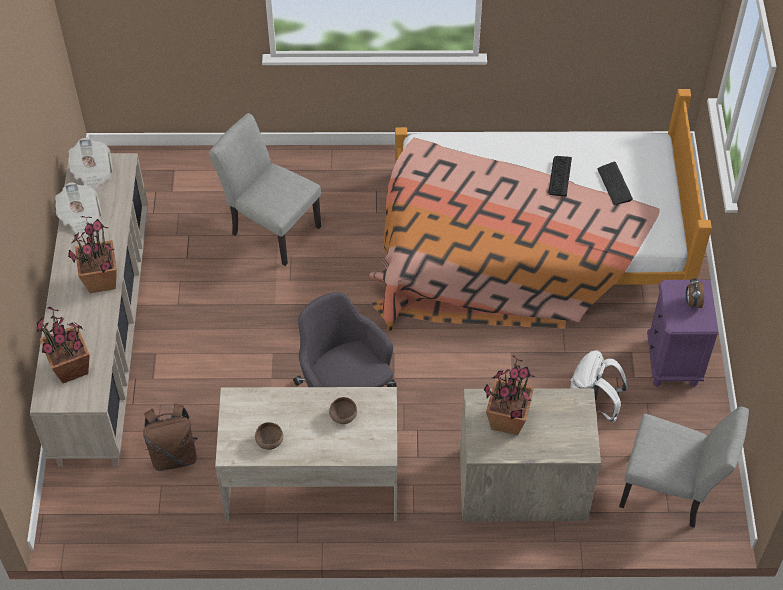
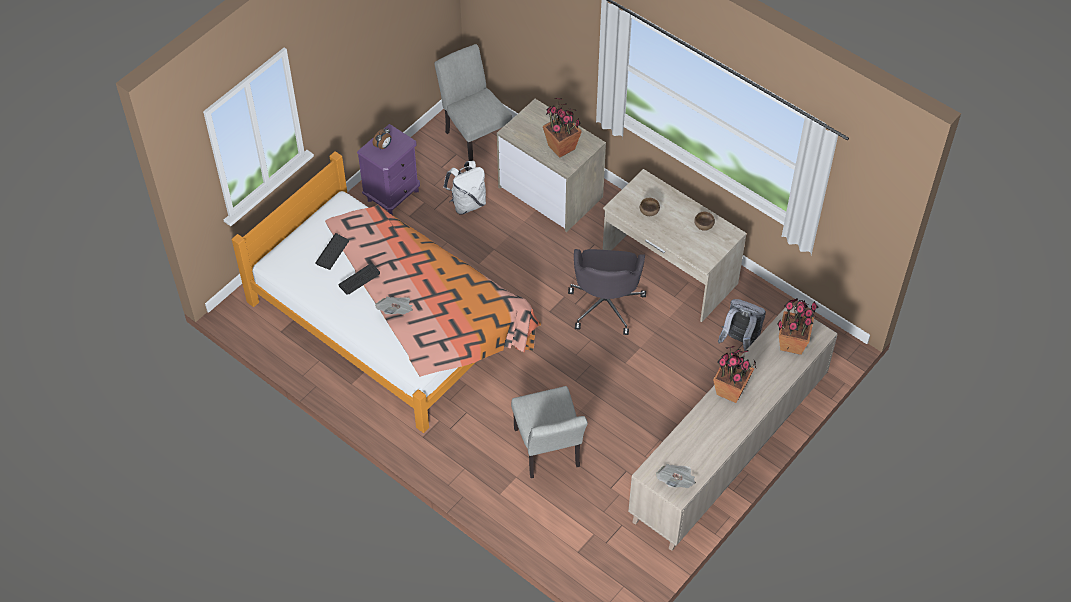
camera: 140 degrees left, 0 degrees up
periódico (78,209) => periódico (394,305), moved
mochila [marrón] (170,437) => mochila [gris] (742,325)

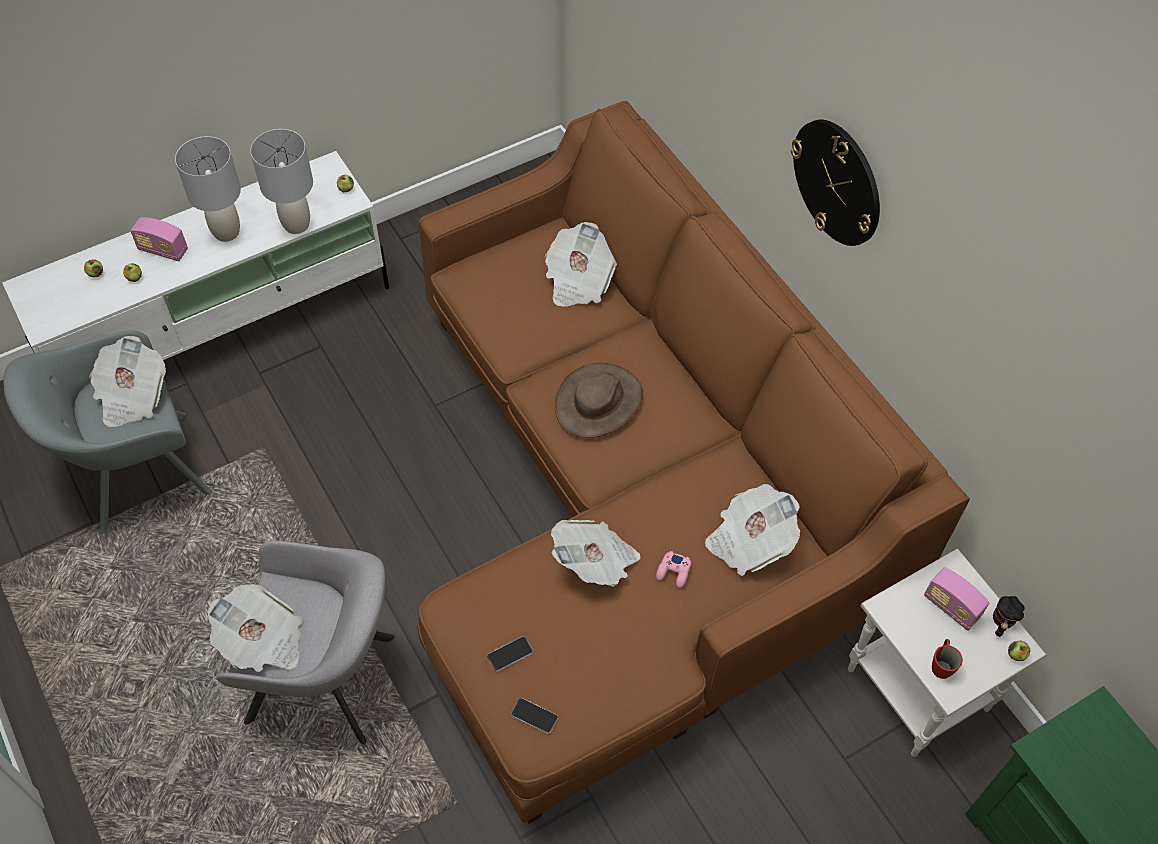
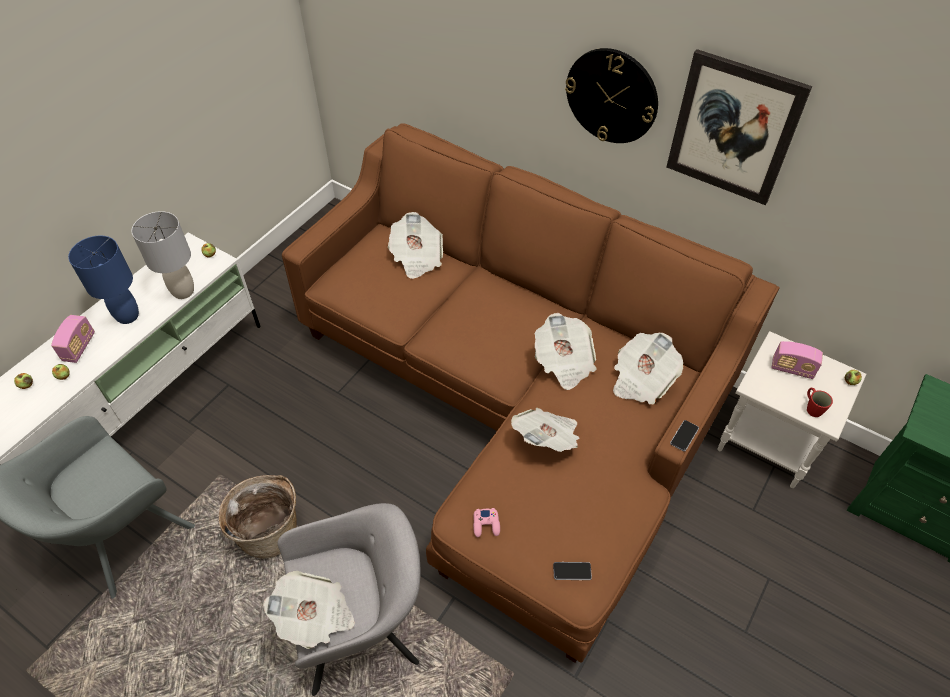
camera: 25 degrees left, 5 degrees down
radio (159,239) => radio (73,339), 75 degrees counterclockwise
lámpara de mesa [gris] (208,189) => lámpara de mesa [azul] (103,280)
nothing => cesta (258,517)
mando de consola [rosa] (673,569) => mando de consola [rosa] (486,522), moved
periódico (128,381) => periódico (566,351), moved
nothing => cuadro (739,127)
móvil (510,654) => móvil (684,436), moved
sombrero [marrón] (599,400) => nothing
taza grande (1009,616) => nothing

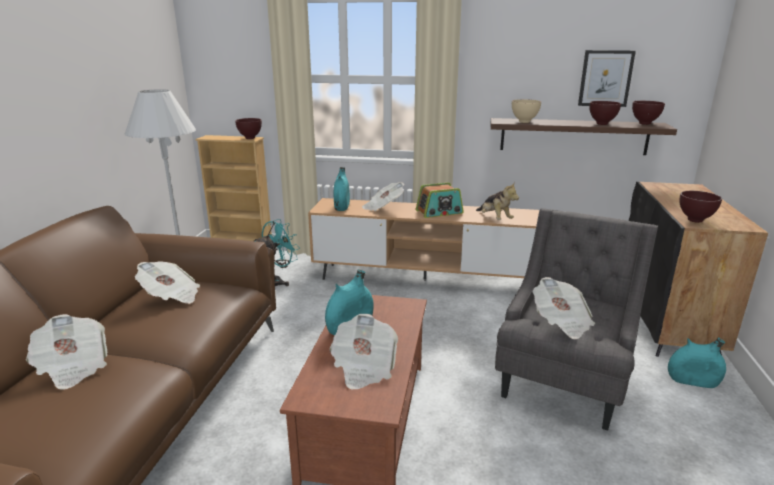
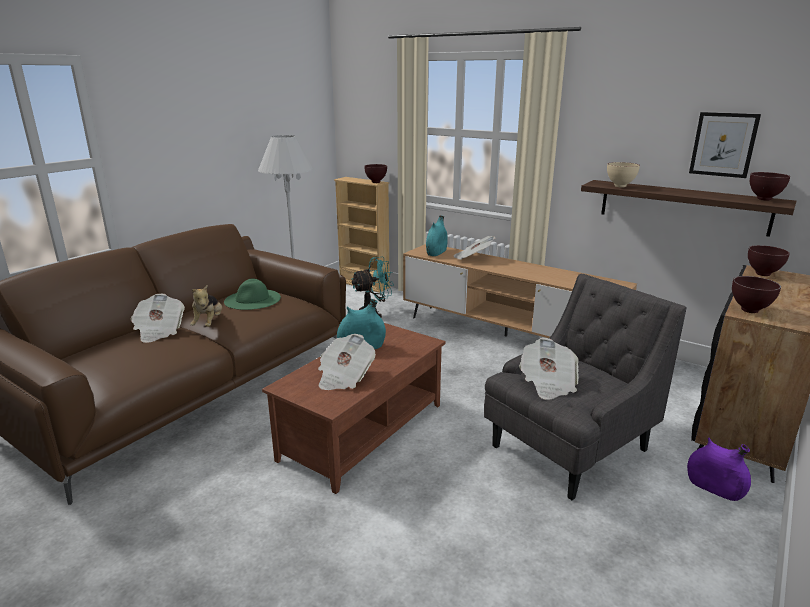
camera: 25 degrees right, 0 degrees up
peluche (497,201) => peluche (206,306), moved
periódico (167,282) => sombrero [verde] (252,294)
florero [turquesa] (697,363) => florero [morado] (719,469)
cuenco [marrón] (605,113) => cuenco [marrón] (769,260), moved
radio (440,200) => nothing

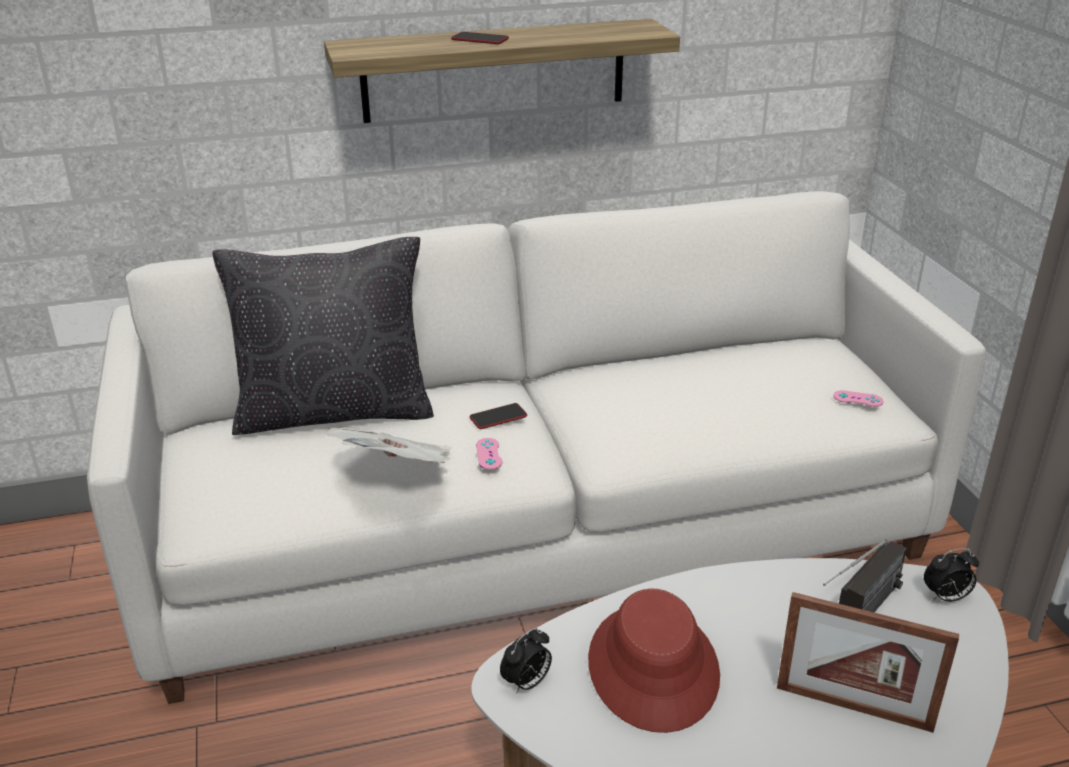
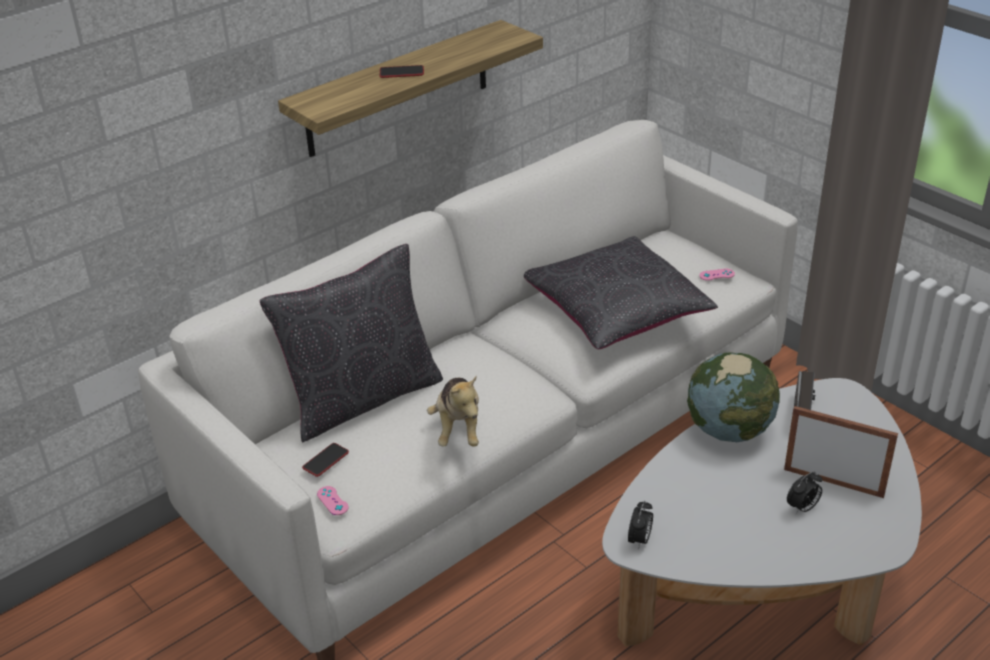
camera: 25 degrees left, 5 degrees up
móvil (498,416) => móvil (325,460), moved
mando de consola [rosa] (489,454) => mando de consola [rosa] (333,500), moved
periódico (389,445) => peluche (453,411)
nothing => cojín [negro] (621,292)
nothing => globo terráqueo (733,397)
portarretratos (868,662) => portarretratos (841,452), 150 degrees counterclockwise
despertador (951,575) => despertador (804,492), moved
sombrero [rojo] (654,661) => nothing

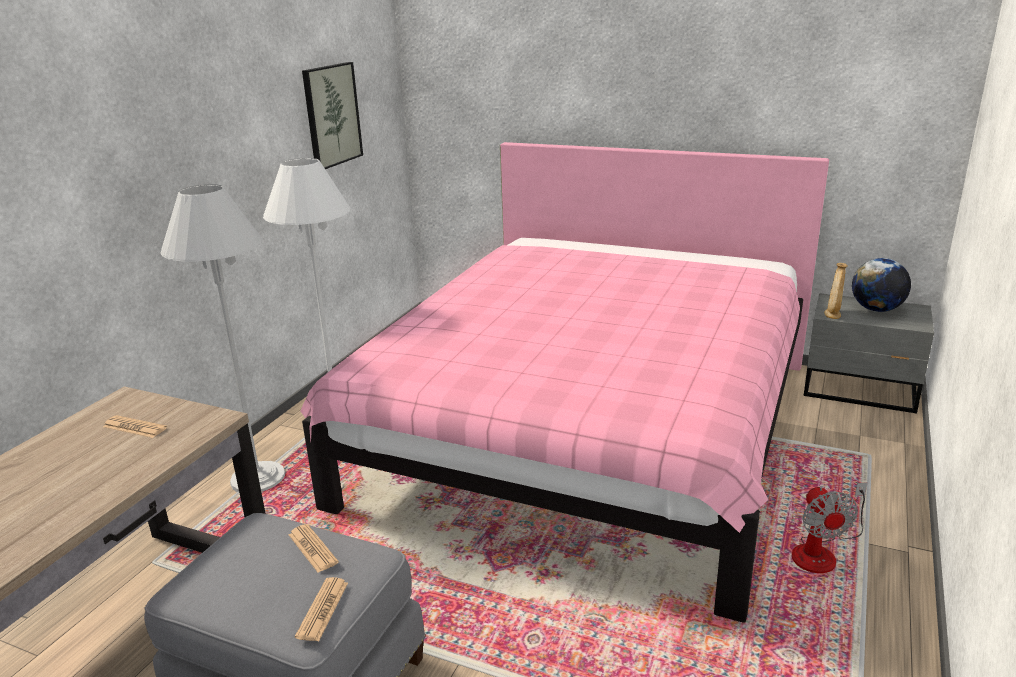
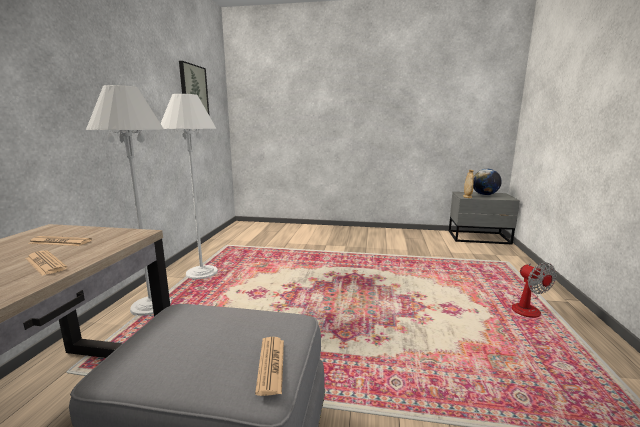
camera: 15 degrees left, 10 degrees down
periódico (314,548) => periódico (46,263), moved
cama [rosa] (564,382) => nothing

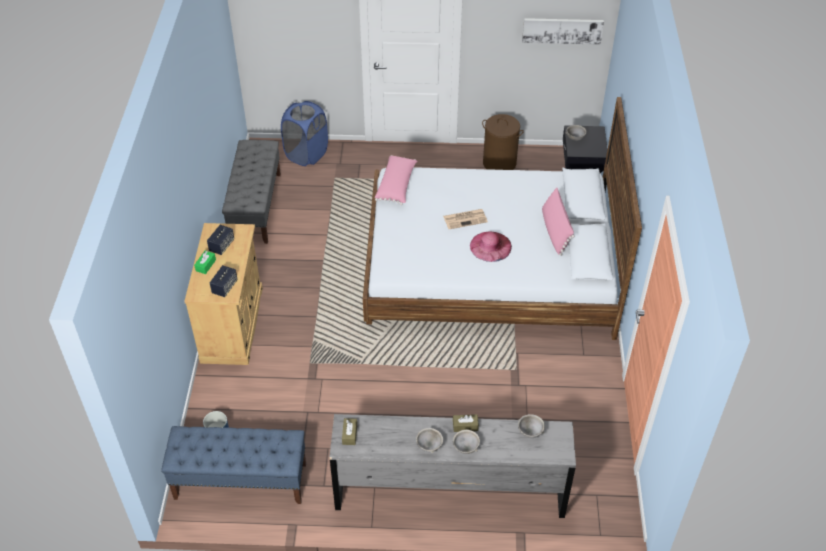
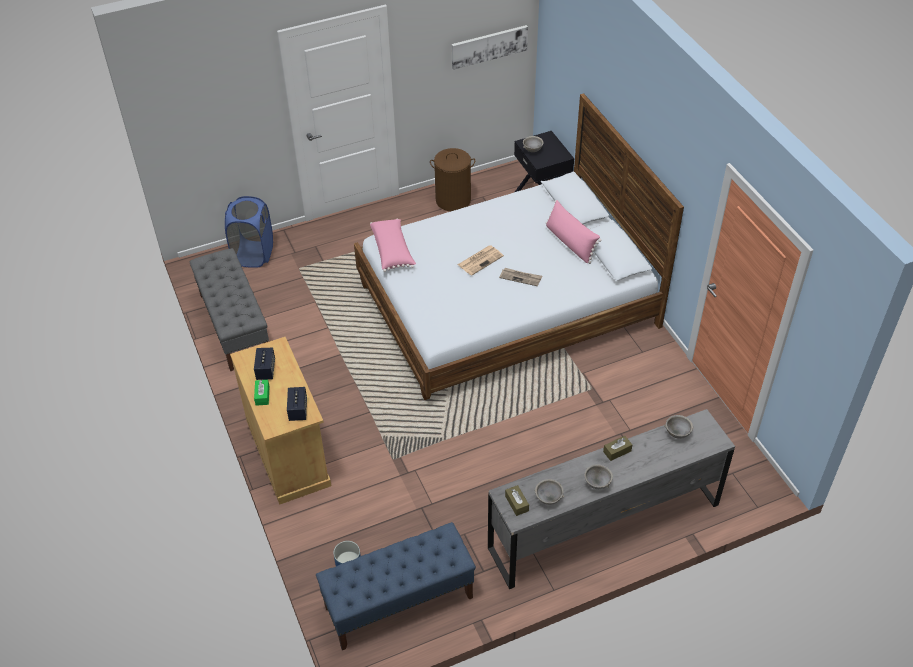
camera: 25 degrees left, 0 degrees up
sombrero [rosa] (491,246) => periódico (520,277)
cuenco [gris] (466,442) => cuenco [gris] (549,492), moved

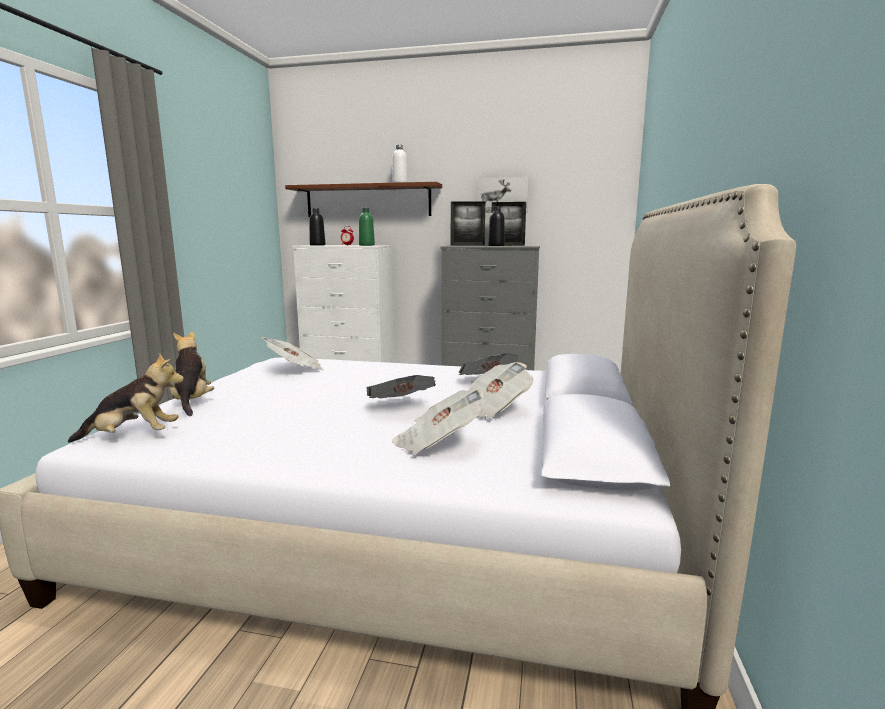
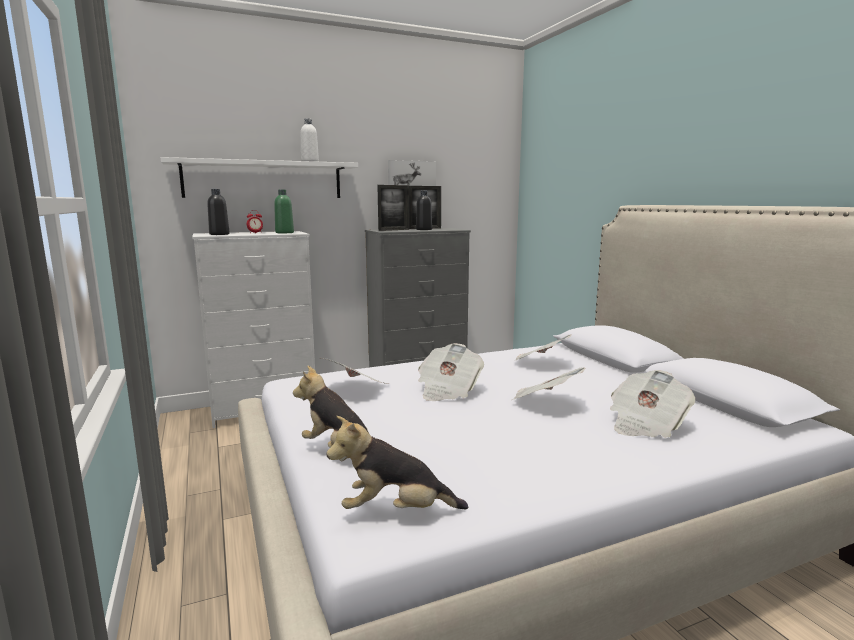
camera: 35 degrees left, 0 degrees up
estante [marrón] (363,199) => estante [blanco] (259,177)
peluche (126,398) => peluche (397,462), 135 degrees counterclockwise
periódico (500,390) => periódico (451,372), moved

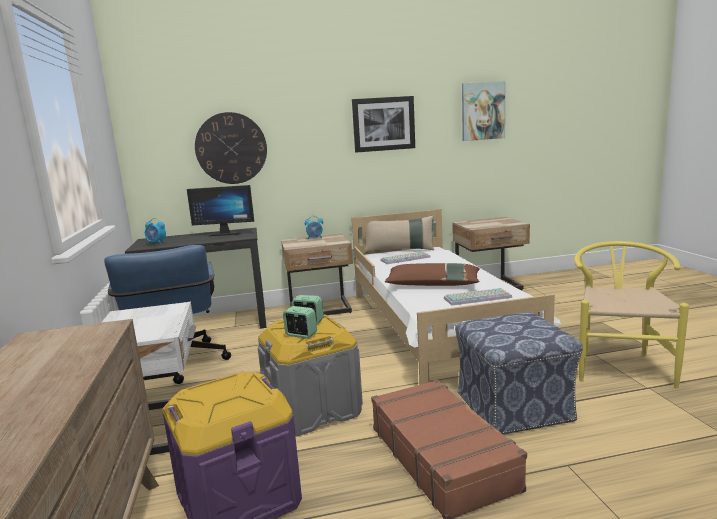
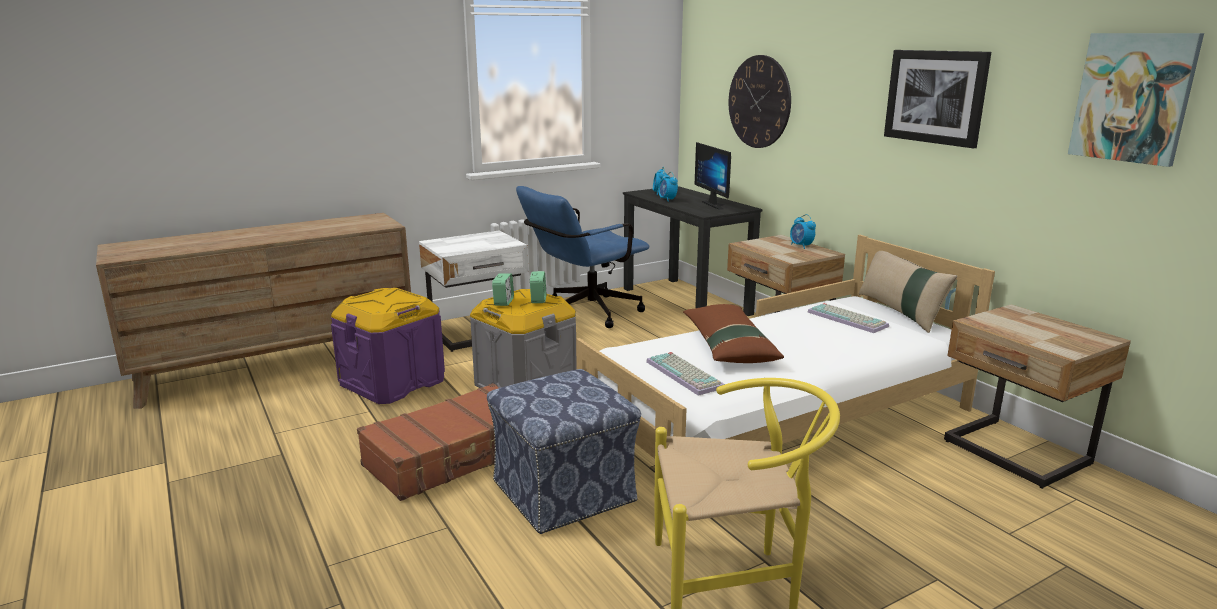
camera: 70 degrees right, 5 degrees up
nothing => despertador (668,187)

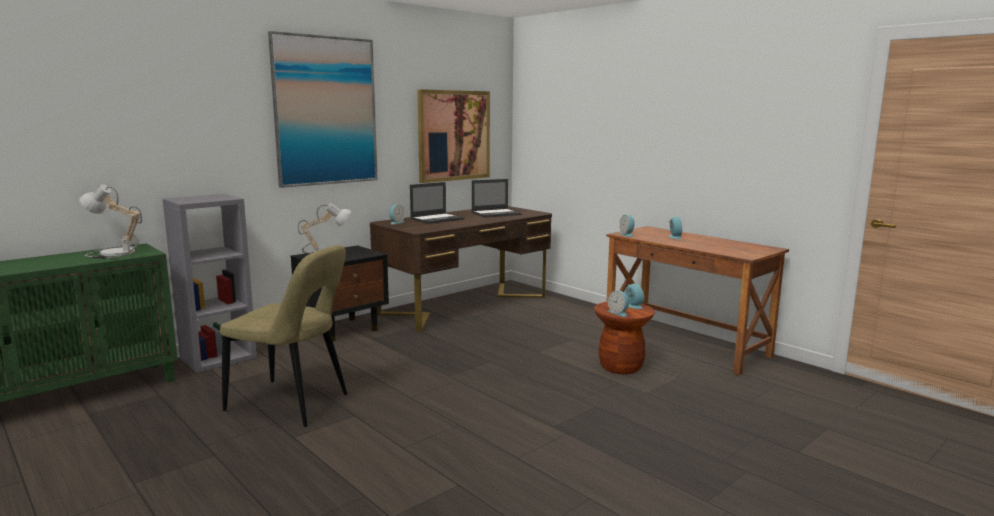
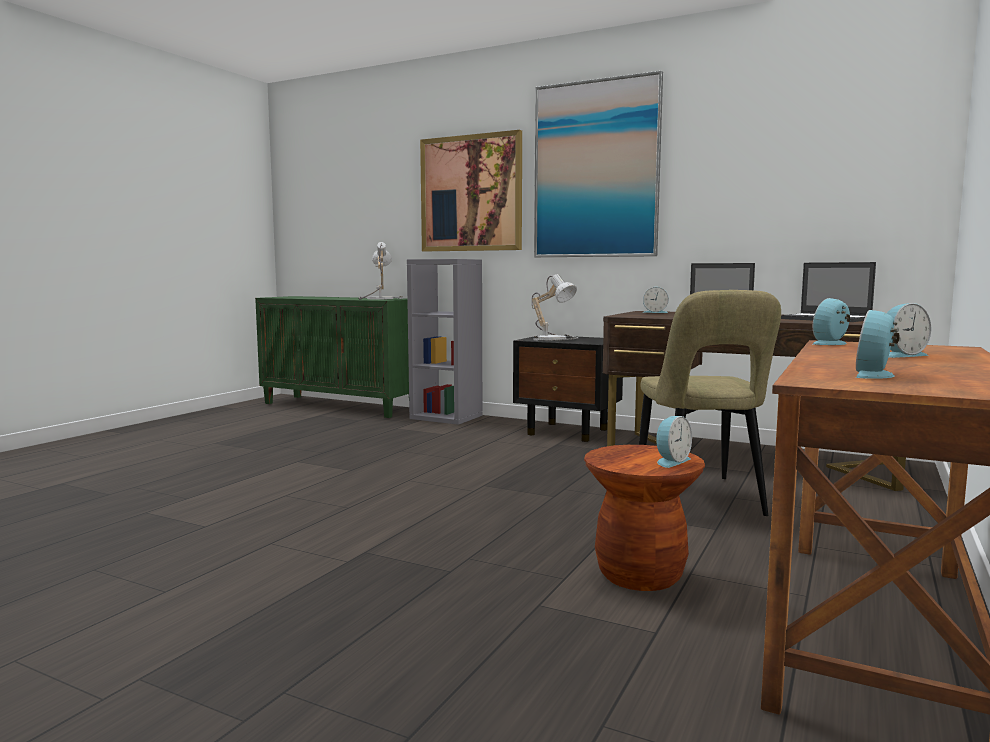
camera: 70 degrees right, 5 degrees down
cuadro (454,136) => cuadro (471,190), moved
silla [beis] (283,336) => silla [beis] (710,403), moved
despertador (618,303) => despertador (878,344), moved

